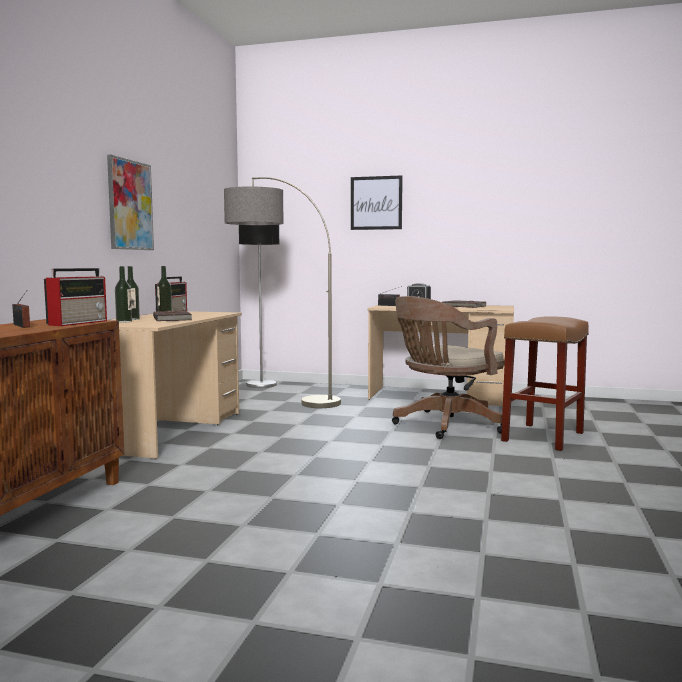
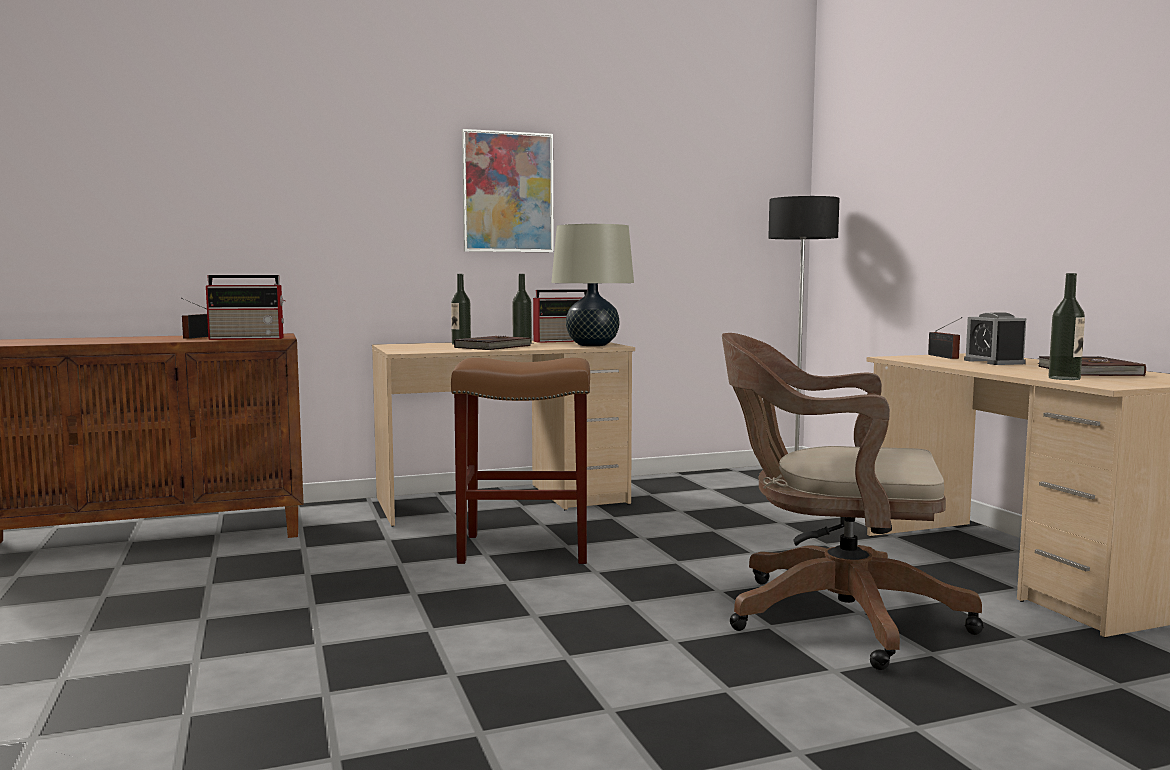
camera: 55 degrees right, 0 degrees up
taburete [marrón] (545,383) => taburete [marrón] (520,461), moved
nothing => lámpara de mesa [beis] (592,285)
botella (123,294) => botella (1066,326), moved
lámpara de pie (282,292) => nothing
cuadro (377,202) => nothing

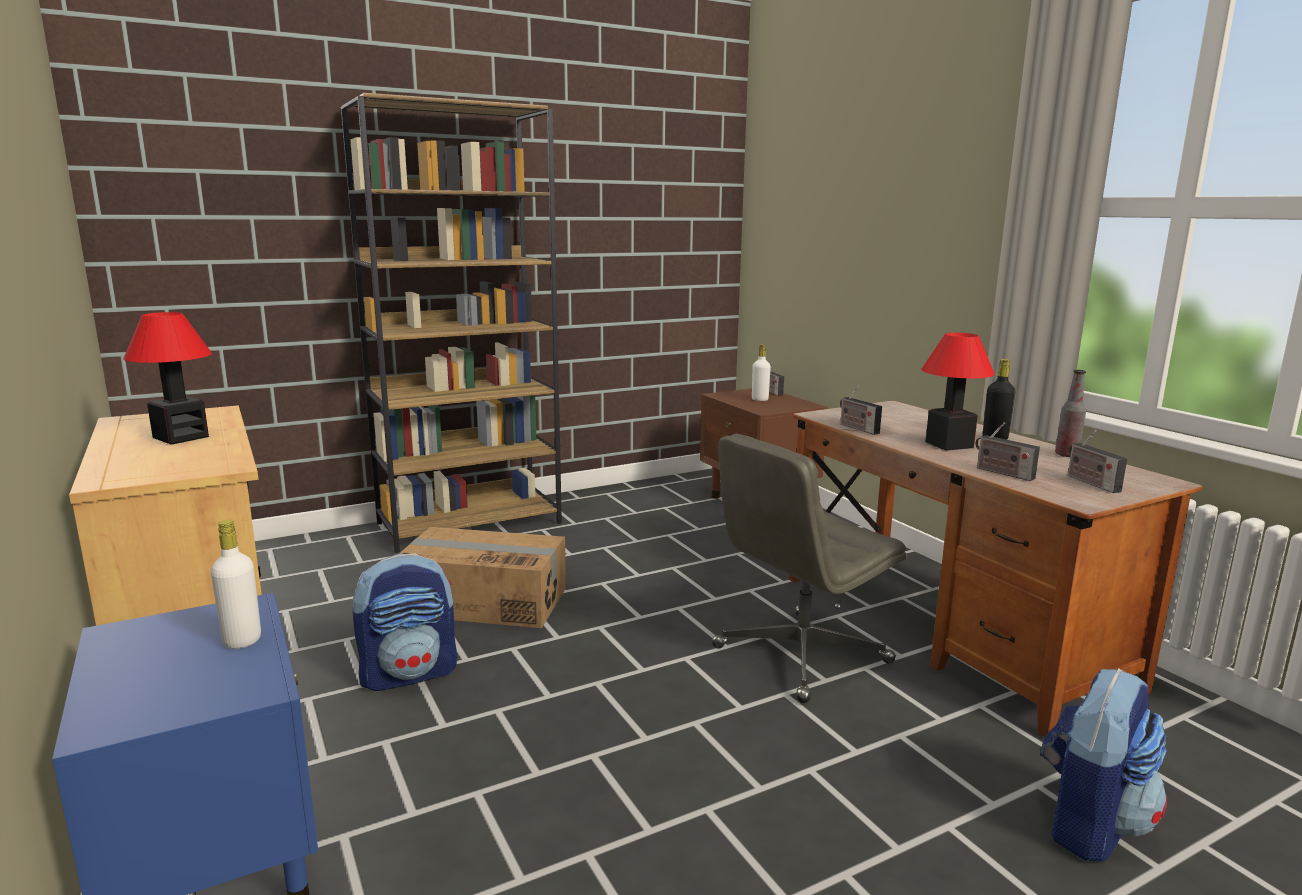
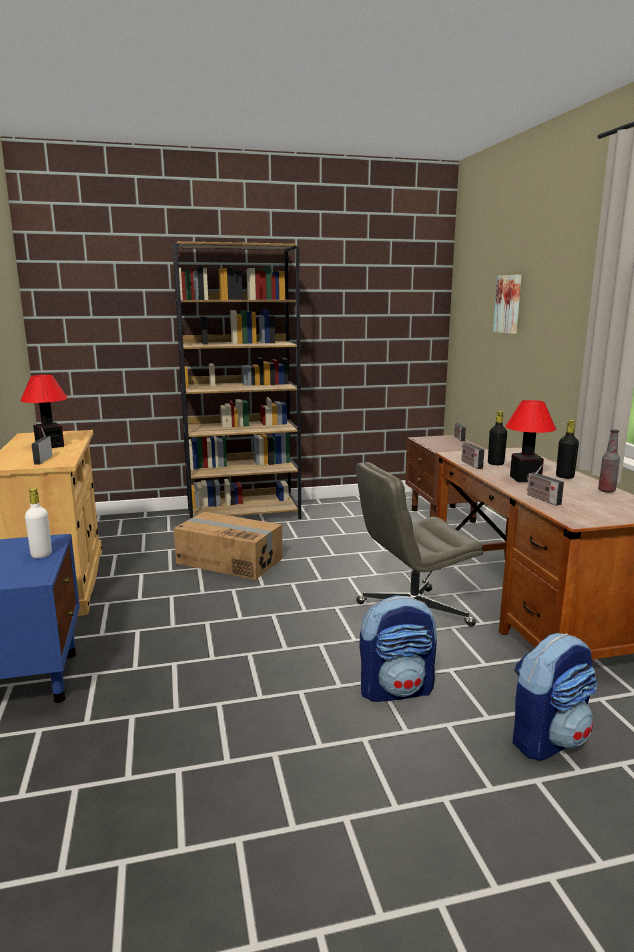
camera: 15 degrees right, 0 degrees up
radio (1097,461) => radio (42,446), moved
mochila (404,622) => mochila (398,648), moved
nothing => botella [negro] (497,438)
nothing => cuadro (507,304)
botella [blanco] (761,372) => nothing

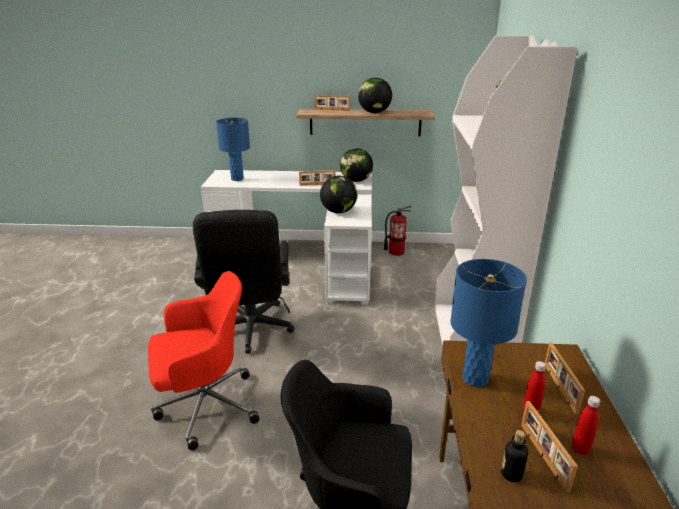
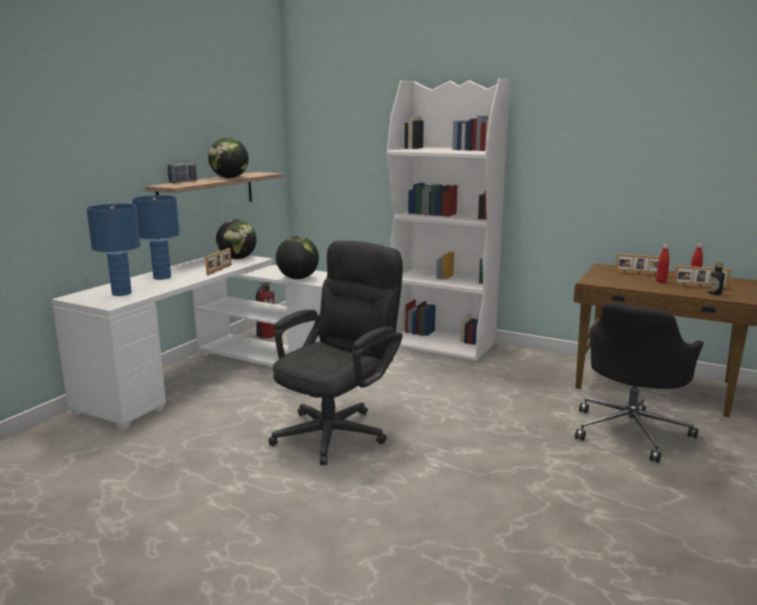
camera: 65 degrees left, 10 degrees down
lámpara de mesa [azul] (488,323) => lámpara de mesa [azul] (156,237), moved
portarretratos (332,103) => radio (182,172)
silla de oficina [negro] (244,282) => silla de oficina [negro] (335,352), 75 degrees counterclockwise
silla de oficina [rojo] (203,360) => nothing

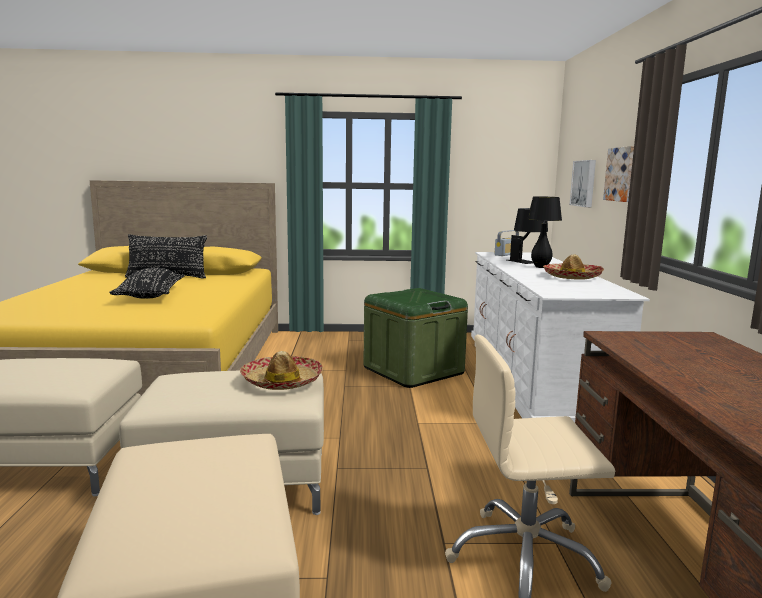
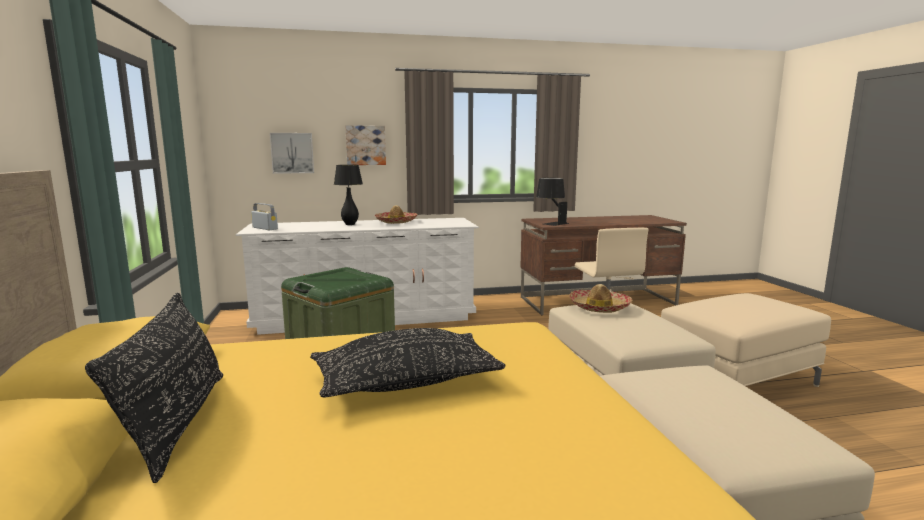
camera: 100 degrees left, 0 degrees up
lámpara de mesa [negro] (527,236) => lámpara de mesa [negro] (552,202), moved

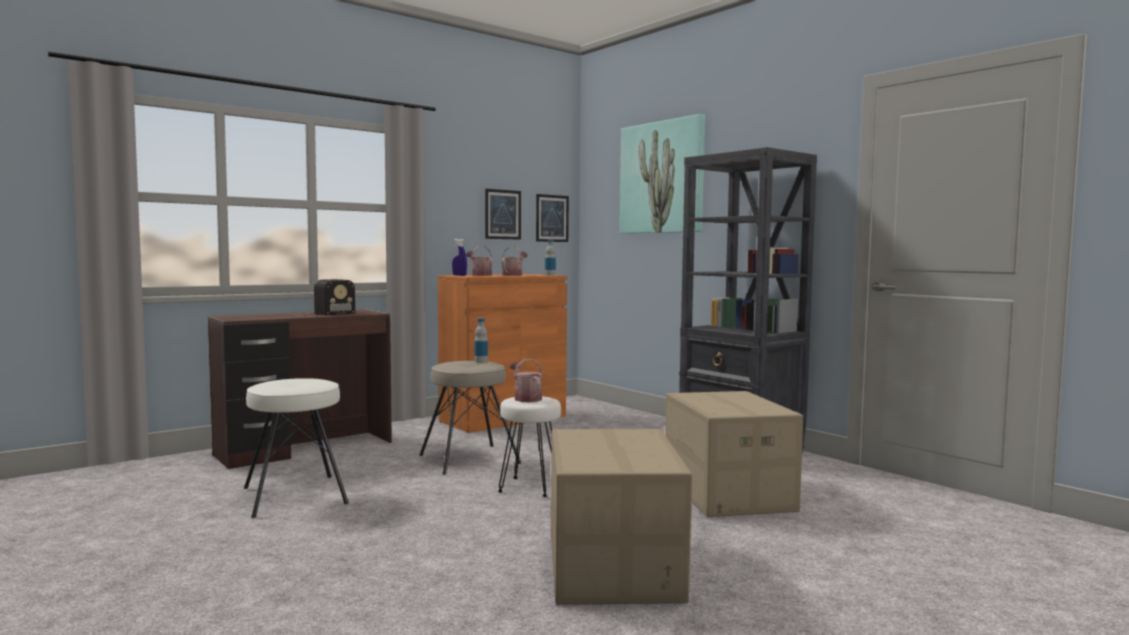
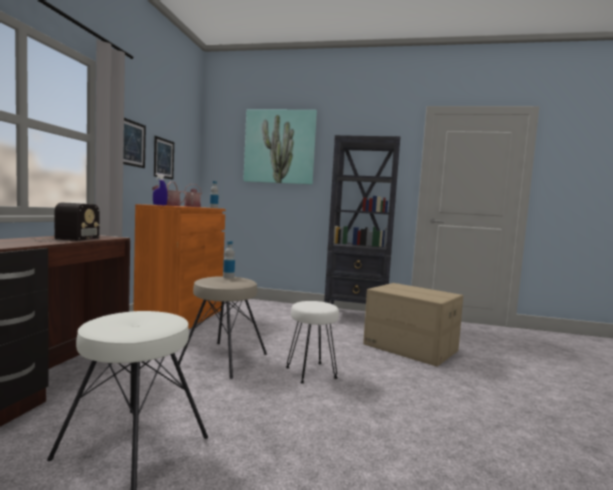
camera: 40 degrees left, 0 degrees up
cuadro (552,218) => cuadro (134,143), moved
regadera (526,380) => nothing
caja de cartón (621,517) => nothing

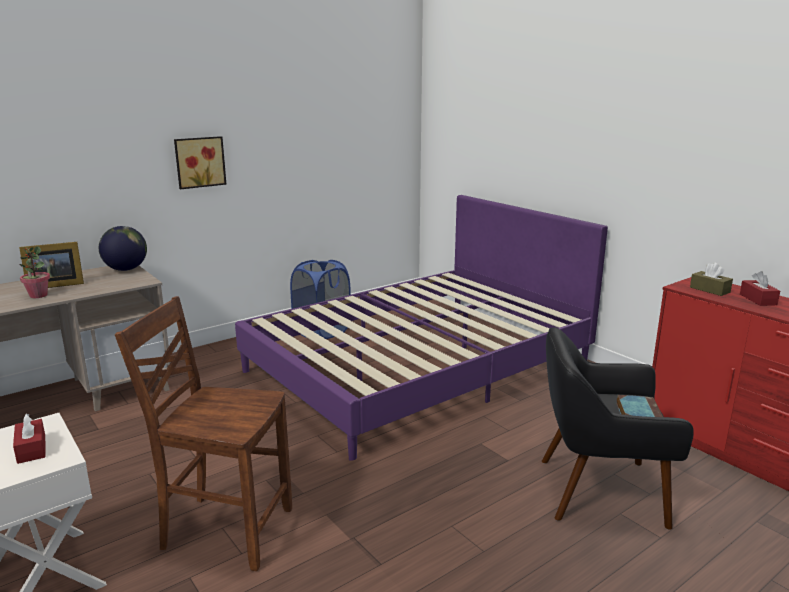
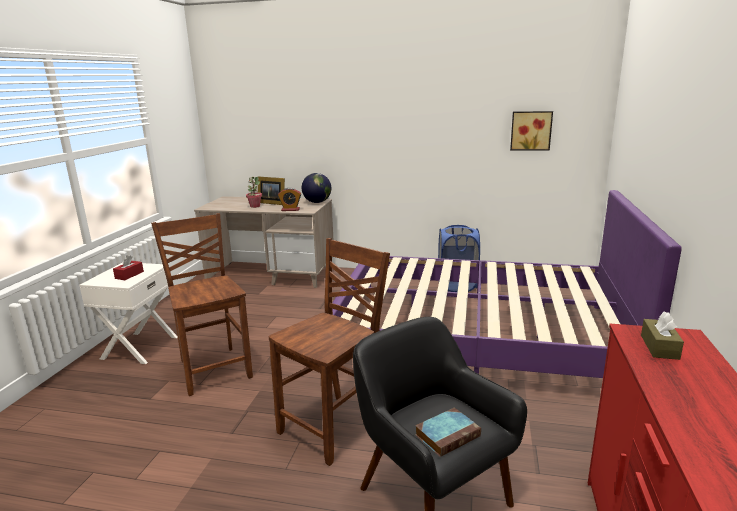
camera: 50 degrees right, 0 degrees up
nothing => silla [marrón] (329,352)
nothing => despertador (289,199)
cuadro (200,162) => cuadro (531,131), moved
caja de pañuelos [rojo] (760,288) => nothing

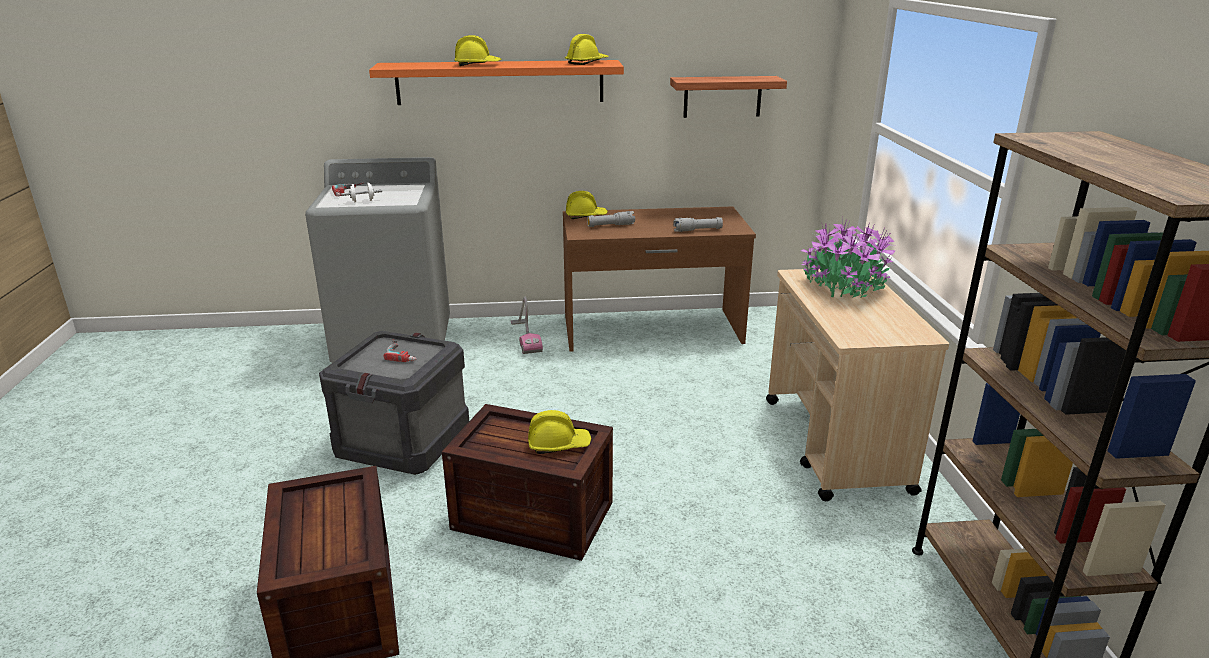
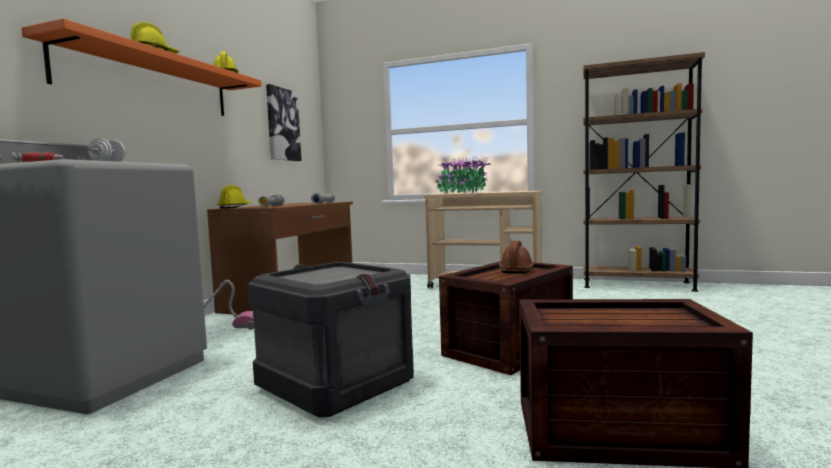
camera: 65 degrees left, 20 degrees down
estante (728,97) => cuadro (284,122)
casco [amarillo] (559,432) => casco [marrón] (516,257)
taladro (399,350) => nothing

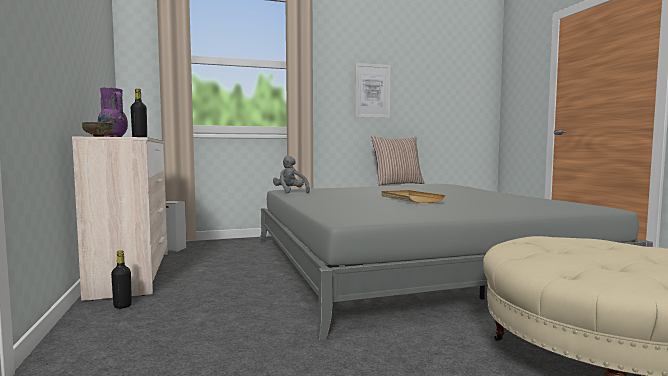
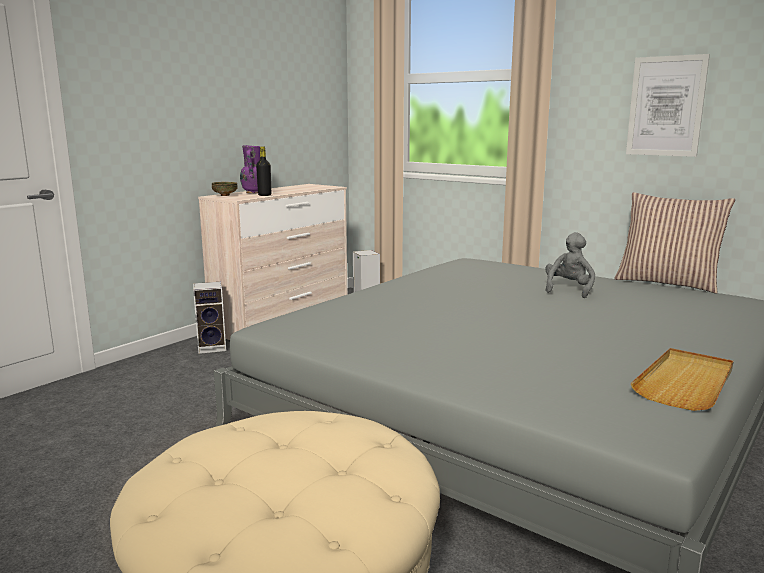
camera: 55 degrees right, 10 degrees up
botella [negro] (121,280) => altavoz (209,318)
peluche [gris] (291,174) => peluche [gris] (570,265), moved
bandeja [beis] (413,196) => bandeja [beis] (682,379), moved

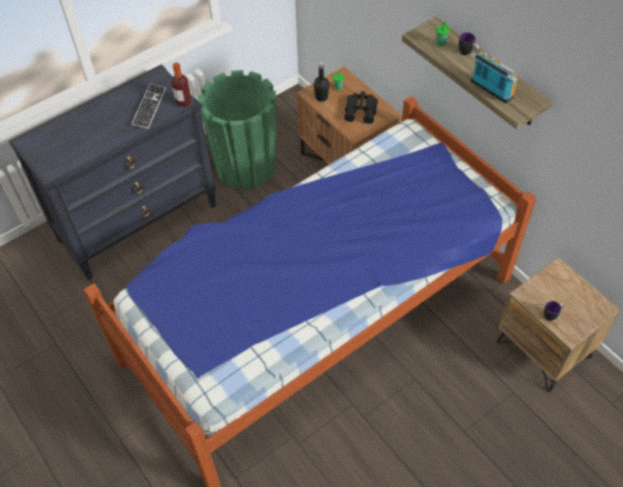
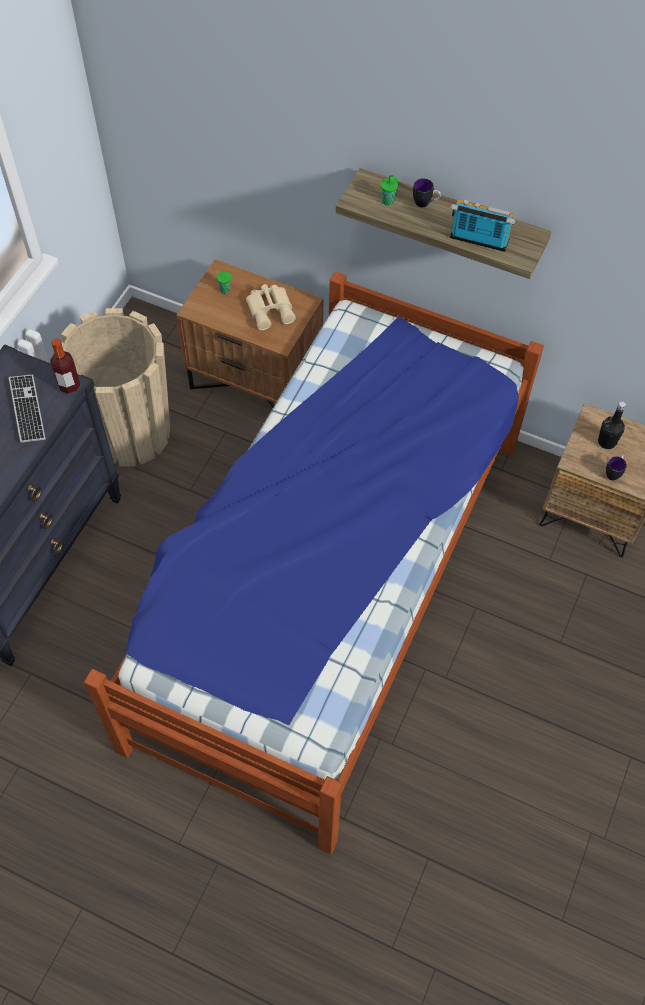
camera: 30 degrees left, 5 degrees up
maceta [verde] (237,130) => maceta [beis] (115,387)
prismáticos [negro] (361,107) => prismáticos [beis] (271,307)
botella [negro] (321,82) => botella [negro] (612,425), moved

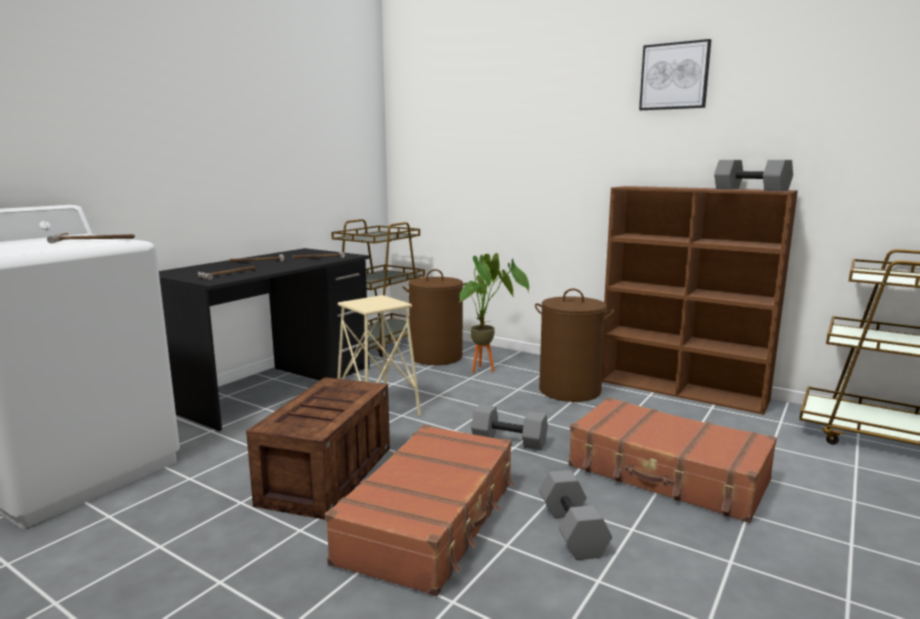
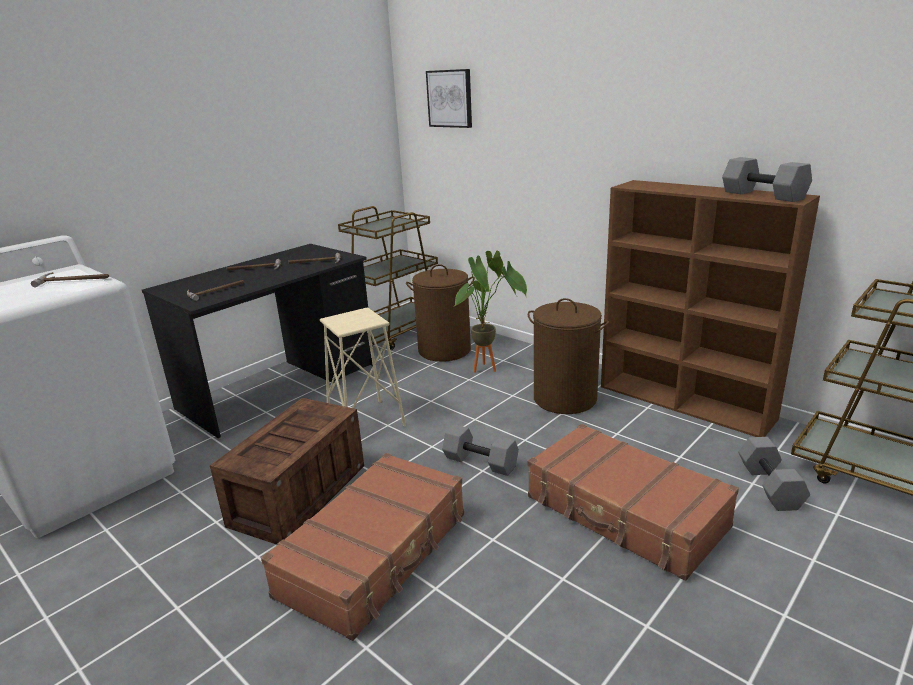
camera: 10 degrees right, 10 degrees up
cuadro (675,74) => cuadro (449,98), moved
mancuerna [gris] (575,515) => mancuerna [gris] (774,474), moved

